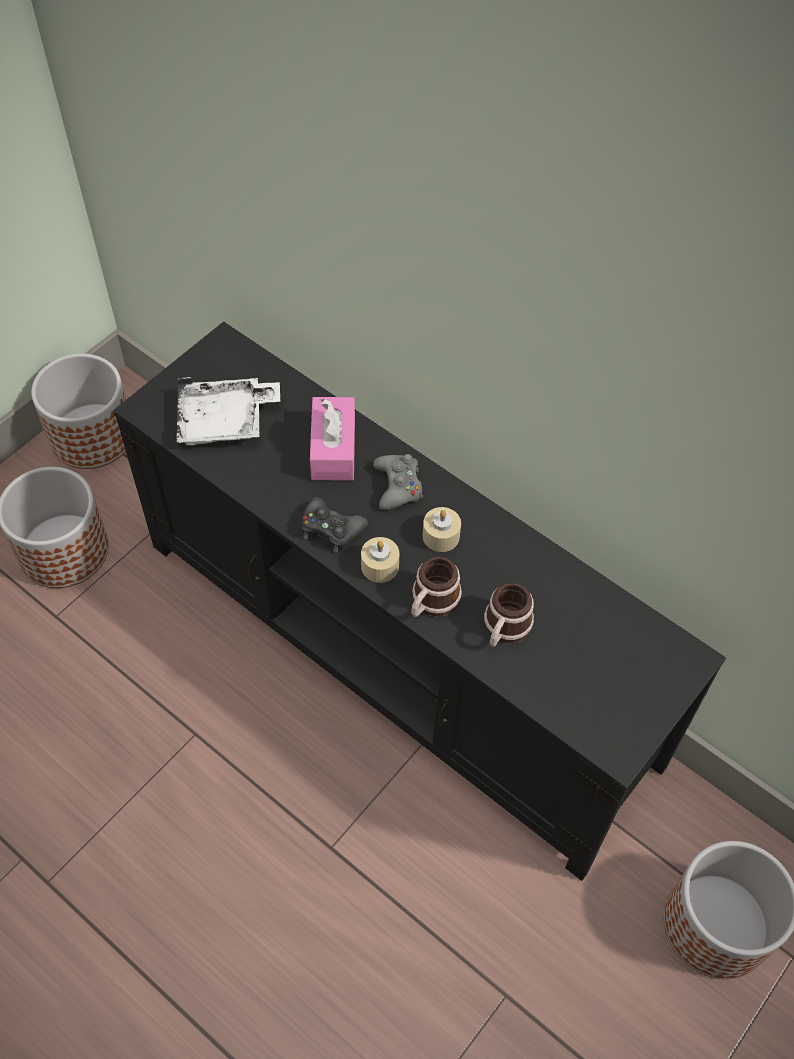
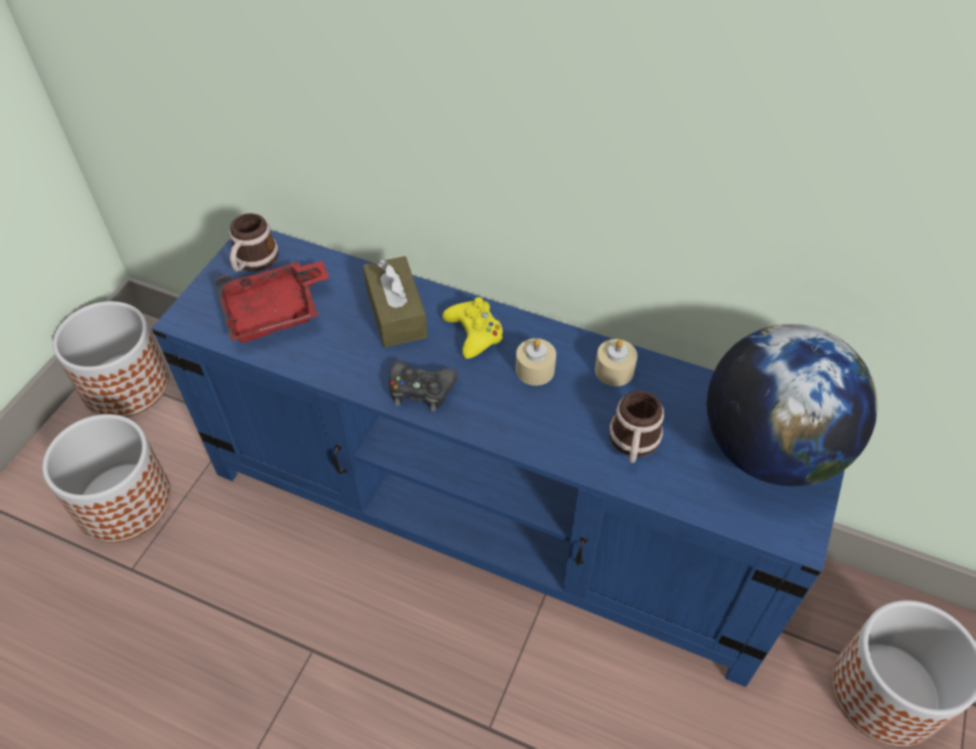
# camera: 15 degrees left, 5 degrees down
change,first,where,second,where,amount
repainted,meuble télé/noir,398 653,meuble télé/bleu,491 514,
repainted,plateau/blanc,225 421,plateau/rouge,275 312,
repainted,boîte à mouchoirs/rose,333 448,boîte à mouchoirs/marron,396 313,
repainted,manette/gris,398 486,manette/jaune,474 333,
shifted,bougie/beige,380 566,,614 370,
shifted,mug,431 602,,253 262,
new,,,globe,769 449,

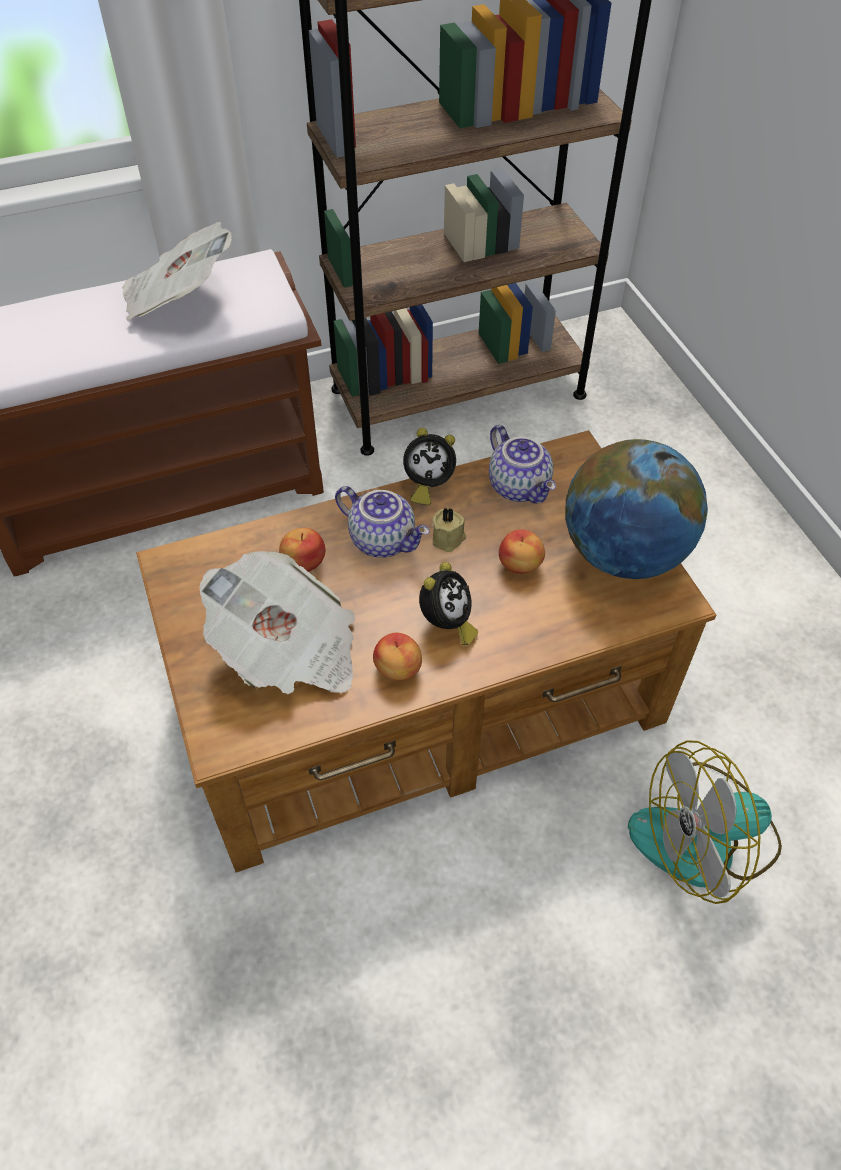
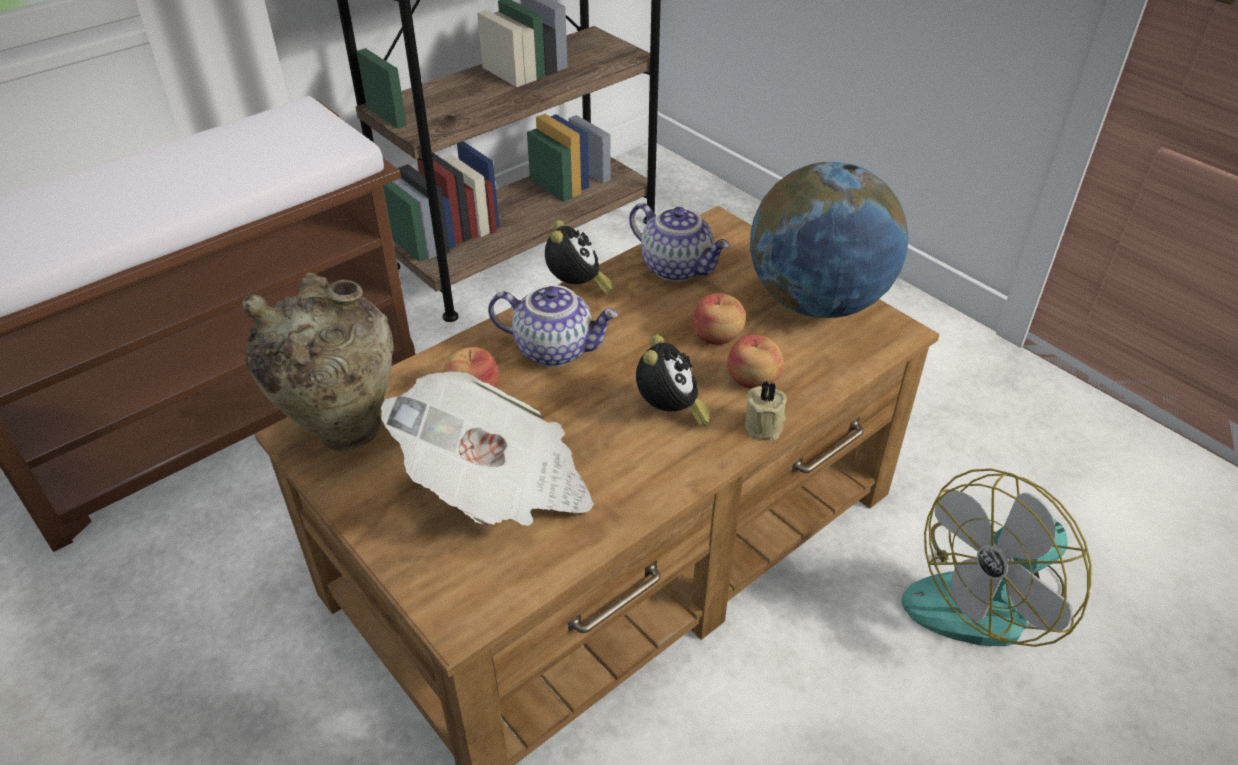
# camera: 20 degrees left, 10 degrees down
change,first,where,second,where,amount
gone,journal,178 299,,,
rotated,réveil,427 485,,577 288,75 degrees counterclockwise
shifted,bougie/beige,449 539,,765 425,
shifted,pomme,397 670,,753 381,
new,,,vase/beige,342 428,

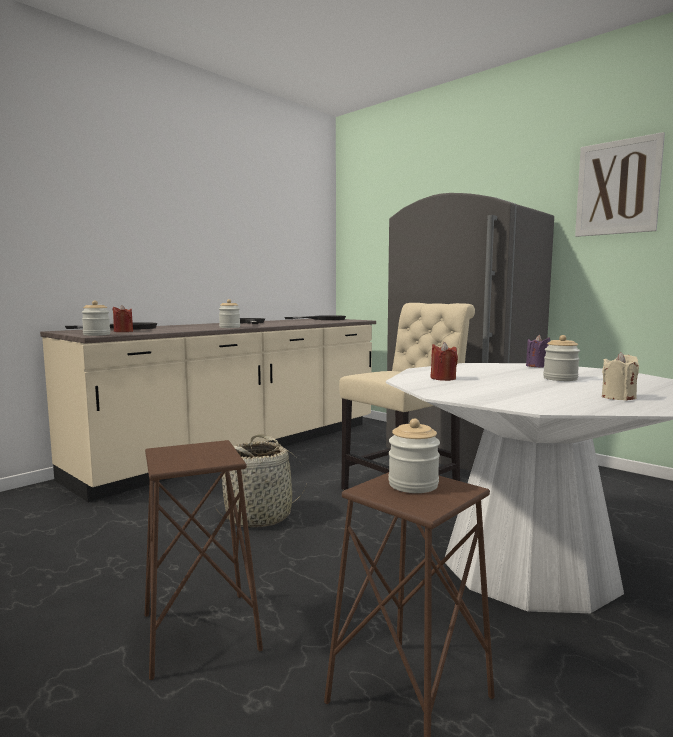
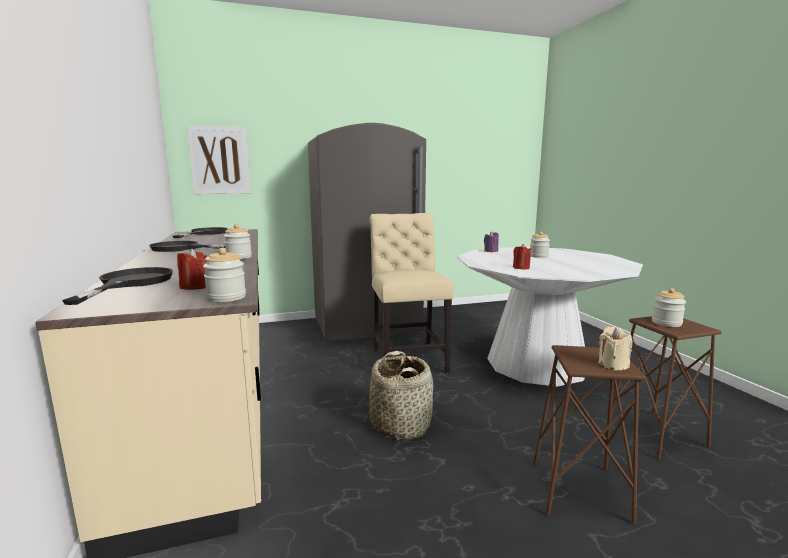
# camera: 60 degrees left, 5 degrees up
change,first,where,second,where,amount
shifted,tableau,617 187,,220 160,
shifted,bougie/beige,618 397,,612 365,

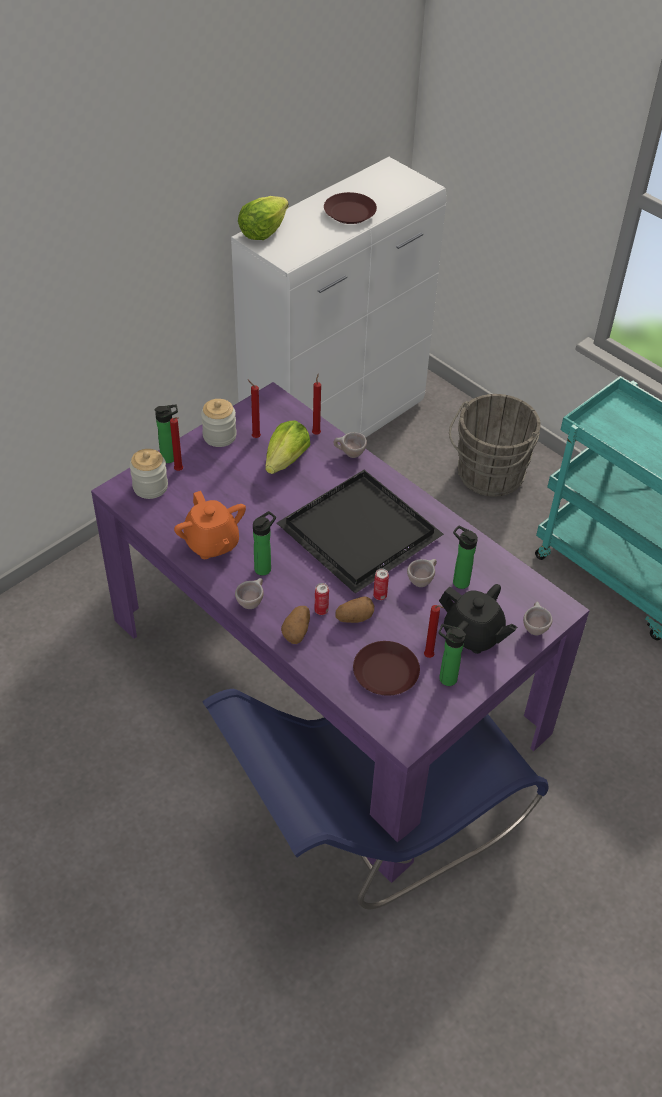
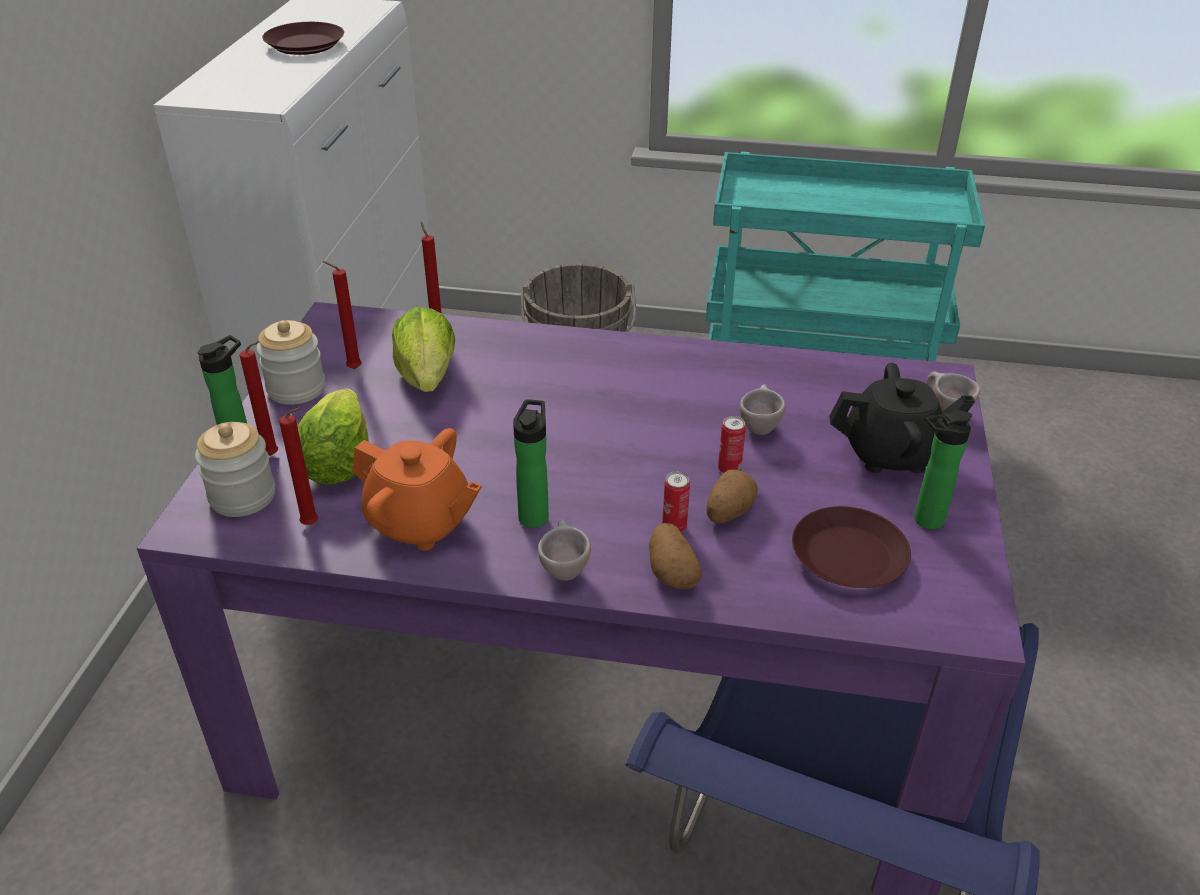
# camera: 35 degrees left, 10 degrees down
change,first,where,second,where,amount
shifted,laitue,262 232,,337 463,
gone,tasse/beige,349 454,,,
gone,plateau/noir,359 535,,,
gone,bouteille,458 581,,,
shifted,bougie/rouge,430 657,,313 525,

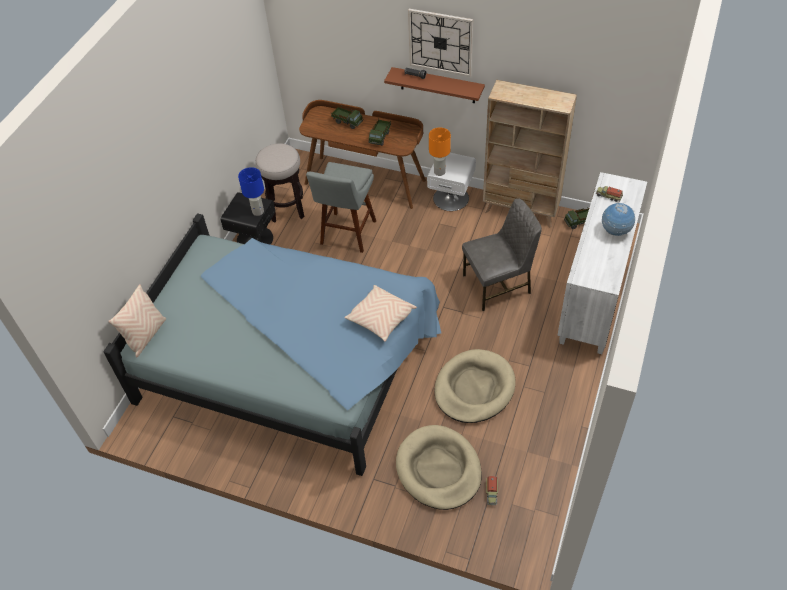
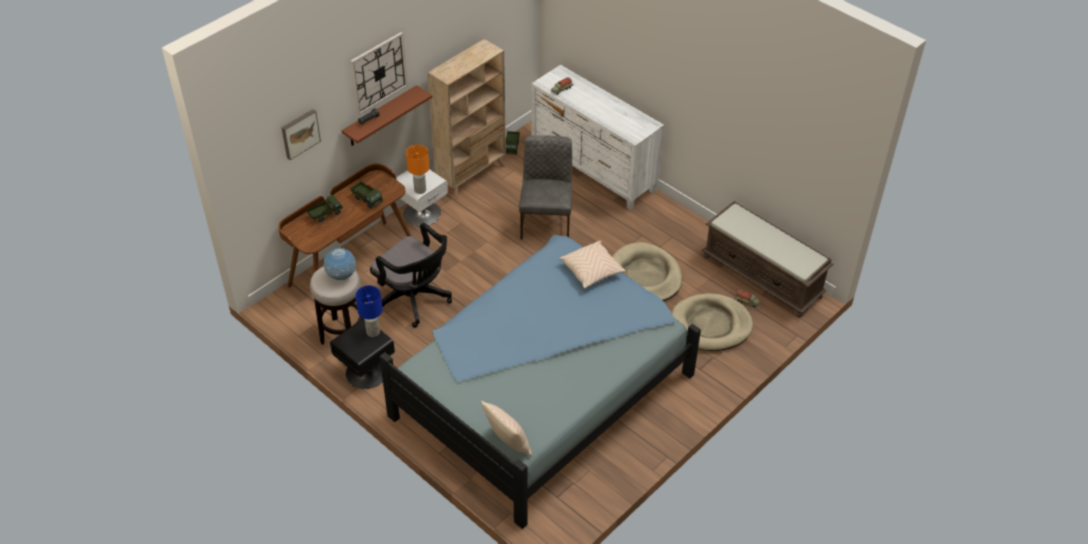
# camera: 70 degrees left, 5 degrees down
change,first,where,second,where,amount
swapped,tabouret/gris,347 235,chaise de bureau/noir,414 300,
shifted,globe,615 231,,341 276,
new,,,tableau,299 133,
new,,,banc/marron,763 276,

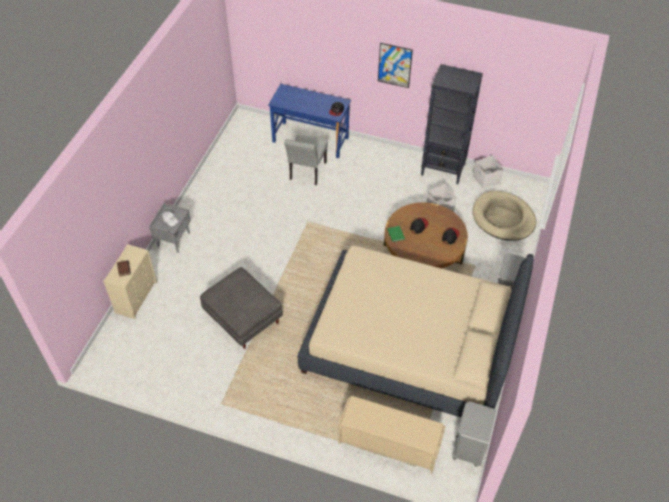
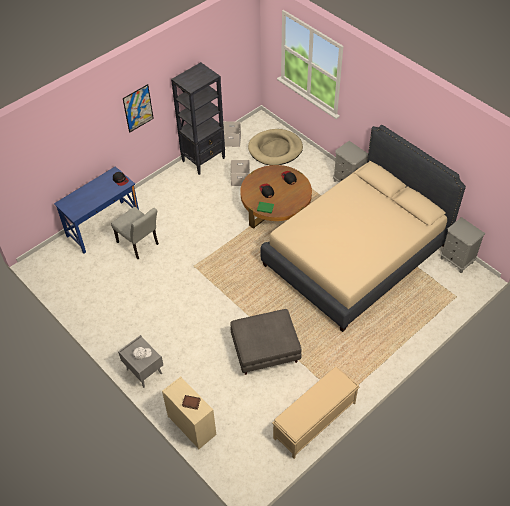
# camera: 60 degrees left, 0 degrees up
change,first,where,second,where,amount
shifted,banc/beige,388 443,,314 421,

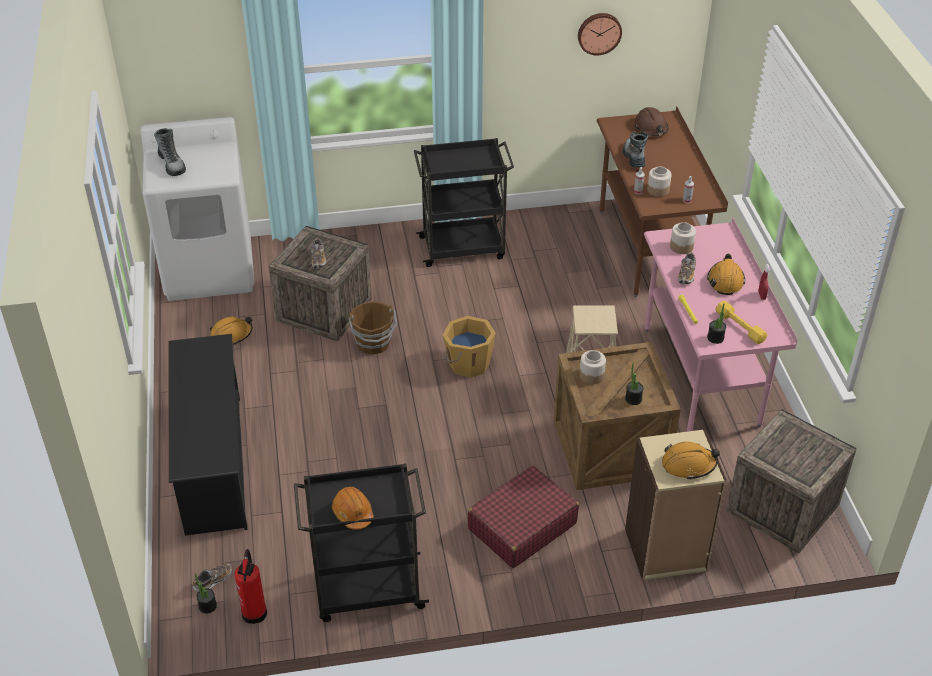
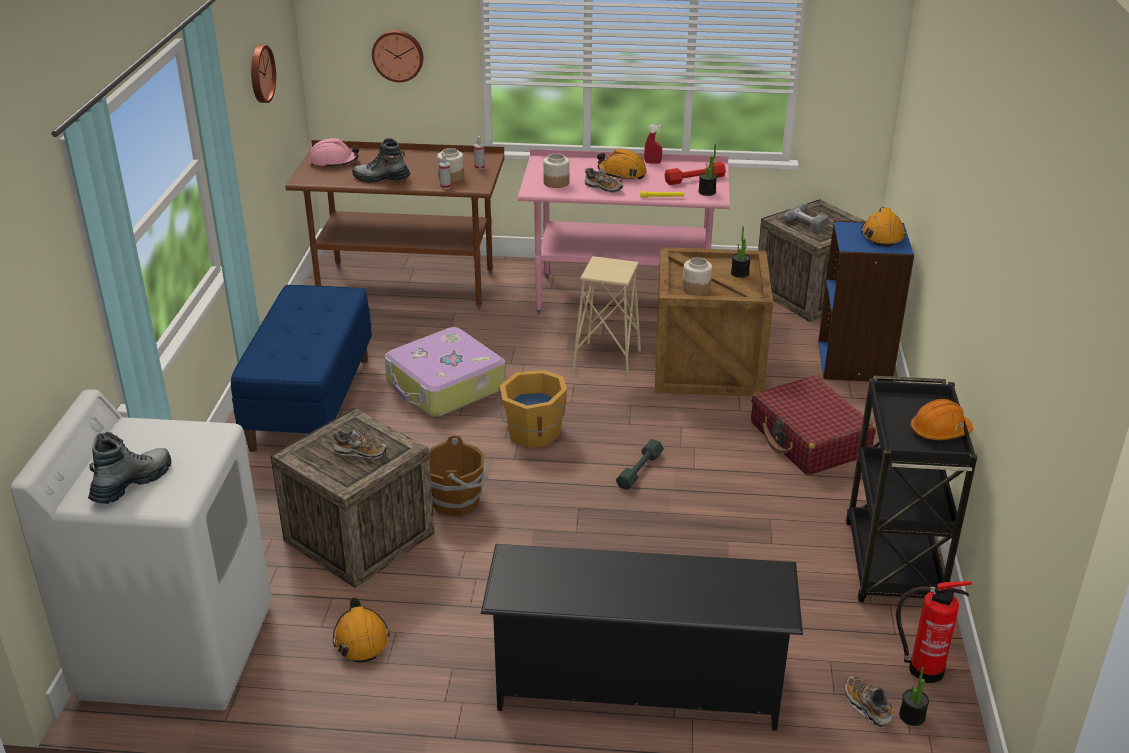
# camera: 75 degrees left, 10 degrees down
change,first,where,second,where,amount
repainted,casque de chantier/marron,651 128,casque de chantier/rose,334 162,
rotated,botte,172 164,,132 483,45 degrees counterclockwise
swapped,chariot/noir,463 247,banc/bleu,310 402,
repainted,haltère/jaune,740 326,haltère/rouge,694 179,
repainted,bibliothèque/beige,666 550,bibliothèque/bleu,855 362,
new,,,horloge murale,398 55,
new,,,perceuse,808 221,
new,,,valise,445 386,
new,,,haltère/gris,640 470,

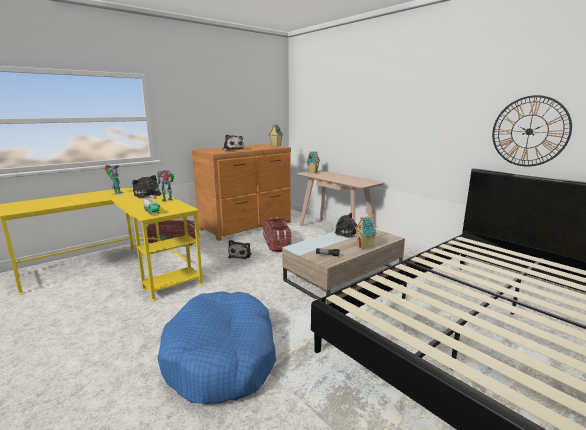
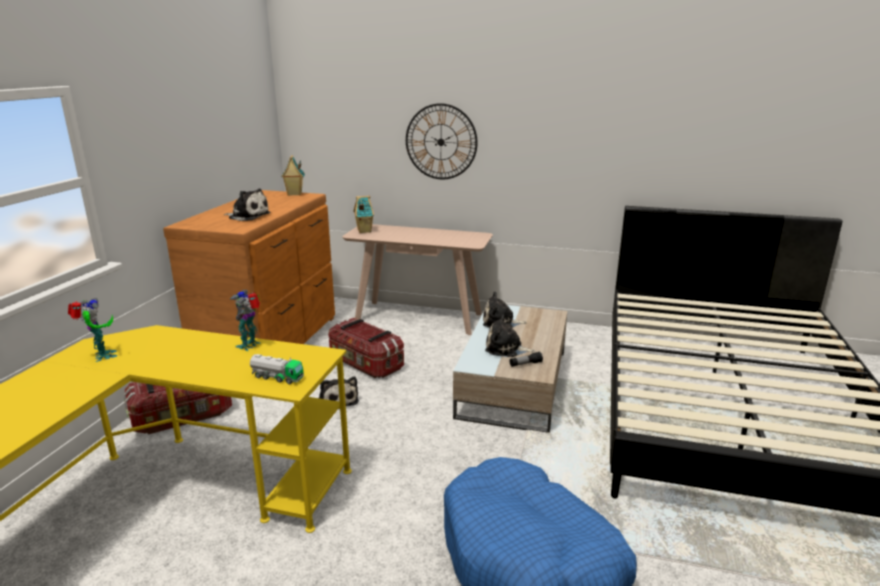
# camera: 35 degrees left, 5 degrees up
change,first,where,second,where,amount
shifted,horloge murale,529 131,,441 142,
shifted,peluche,148 195,,506 349,
gone,maison miniature,365 246,,,

